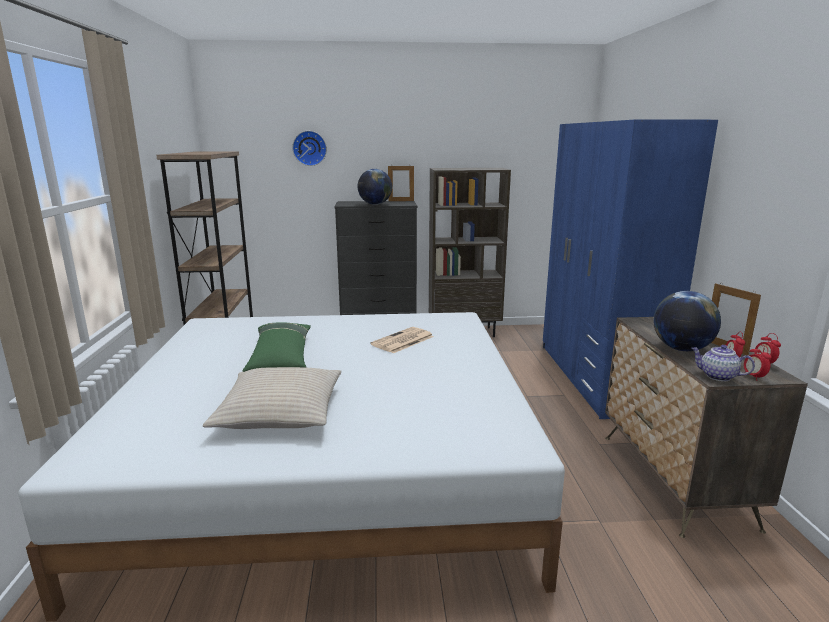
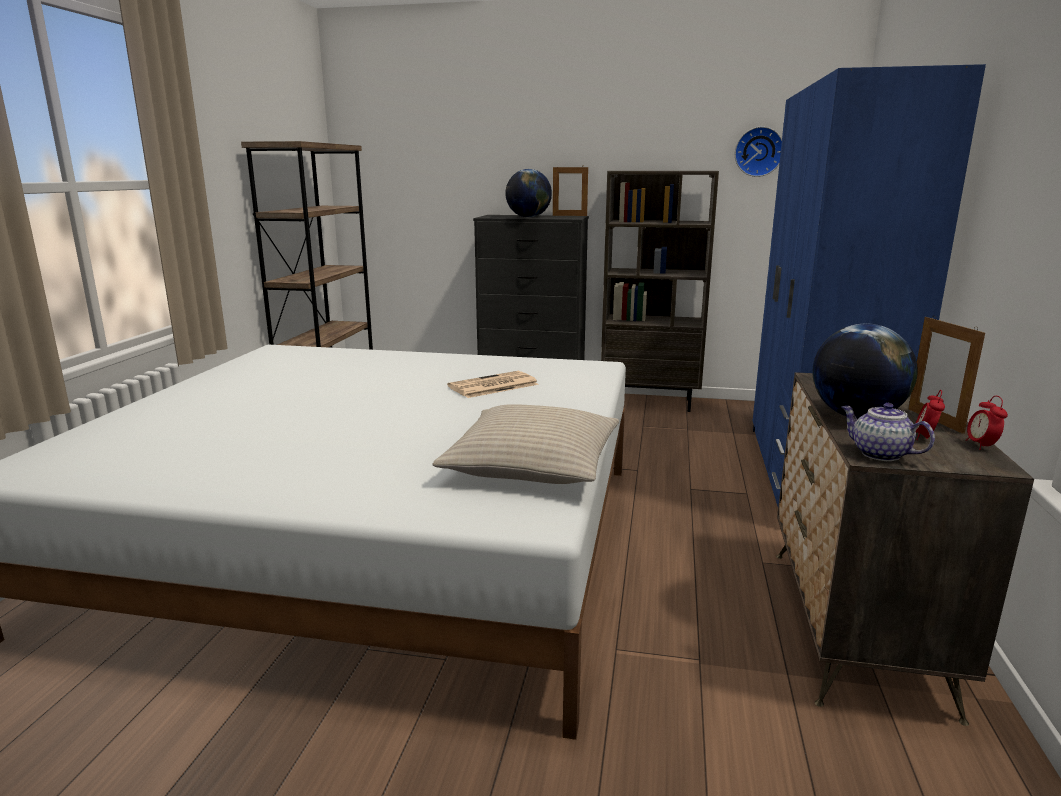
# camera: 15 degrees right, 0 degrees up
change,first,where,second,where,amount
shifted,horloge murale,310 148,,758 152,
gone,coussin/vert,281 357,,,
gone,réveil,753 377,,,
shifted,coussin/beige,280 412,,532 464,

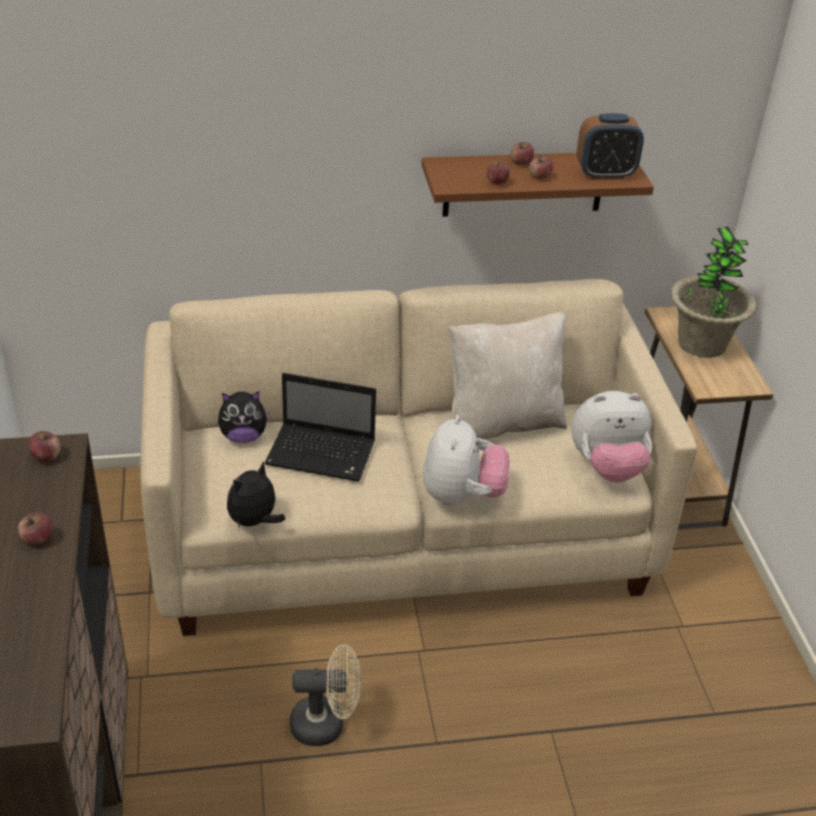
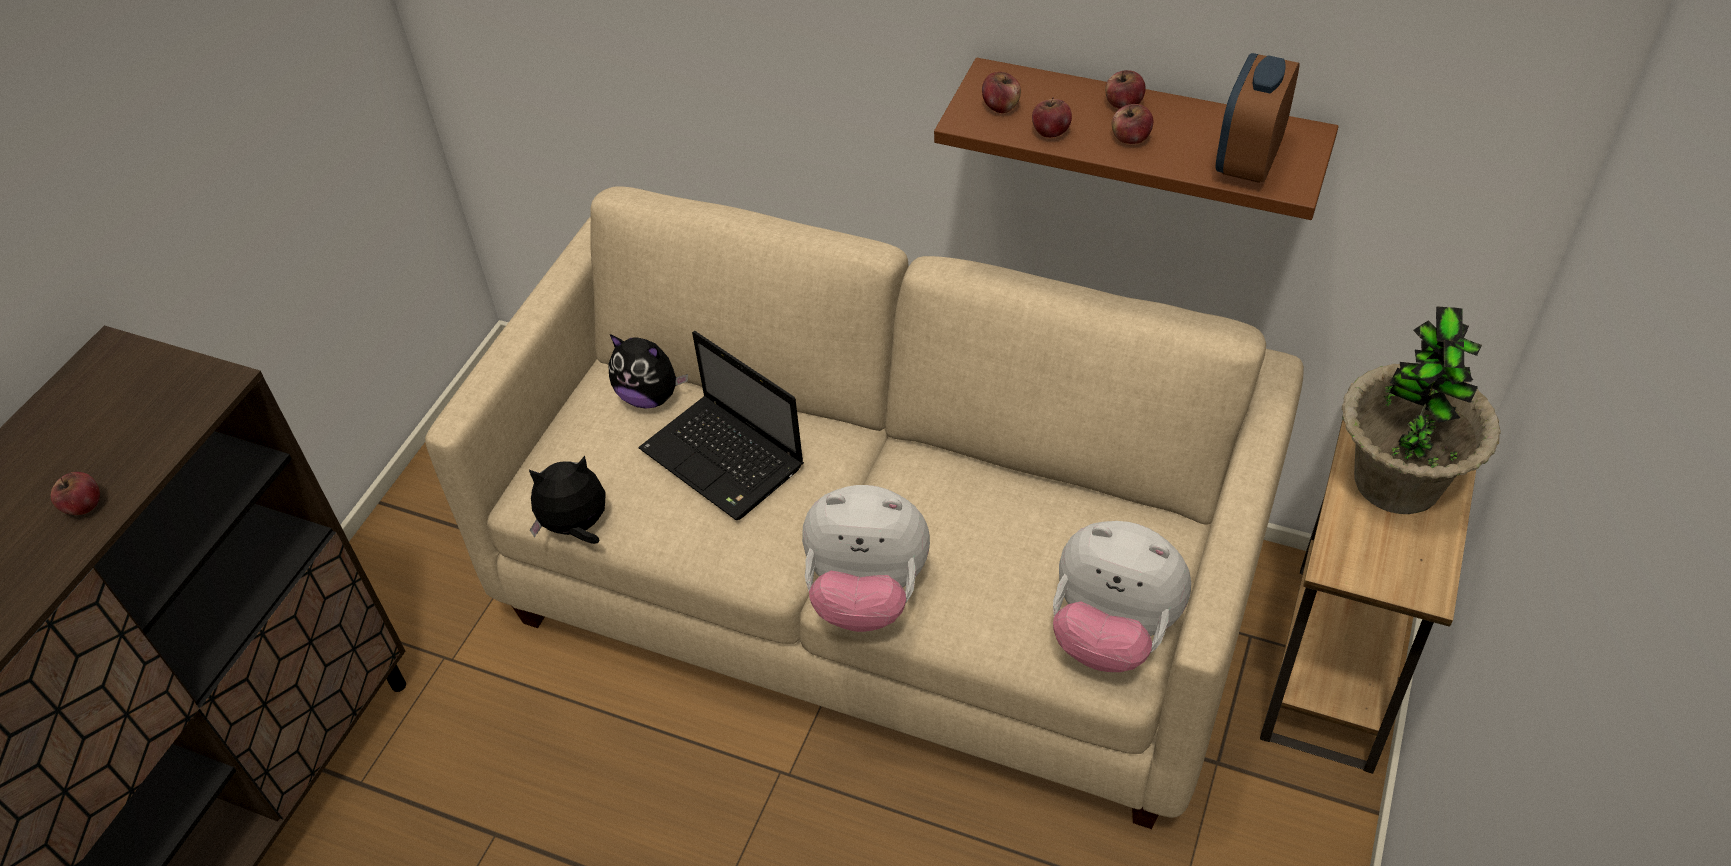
# camera: 35 degrees right, 10 degrees up
change,first,where,second,where,amount
rotated,réveil,605 174,,1248 161,90 degrees clockwise
gone,coussin/beige,502 422,,,
rotated,peluche,461 495,,866 594,60 degrees clockwise
shifted,pomme,47 456,,1001 106,
gone,ventilateur/beige,326 724,,,

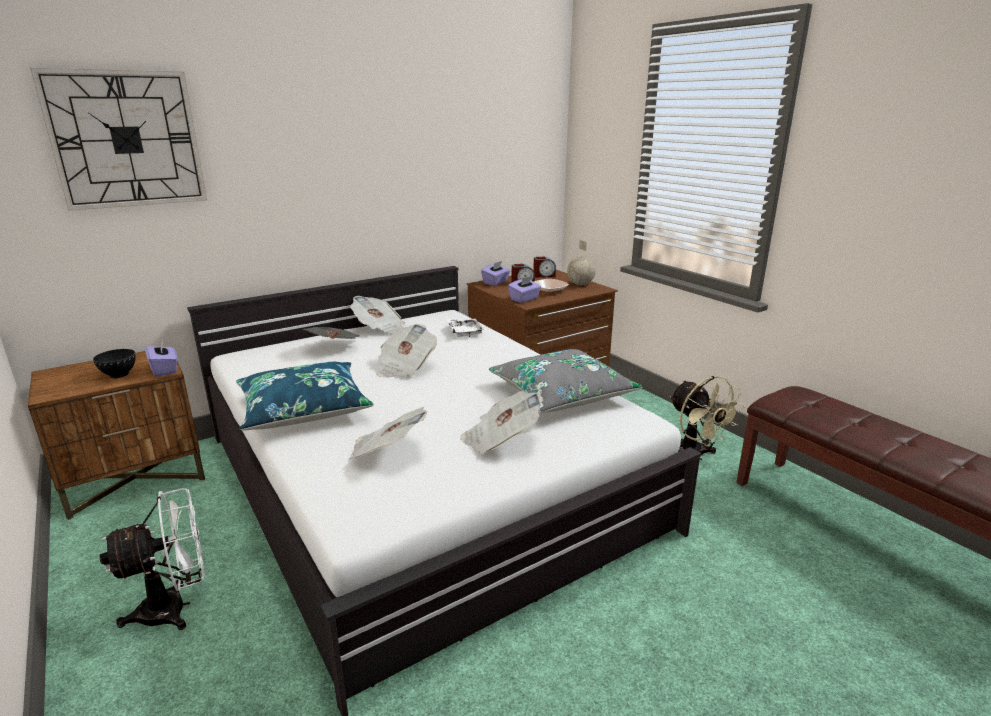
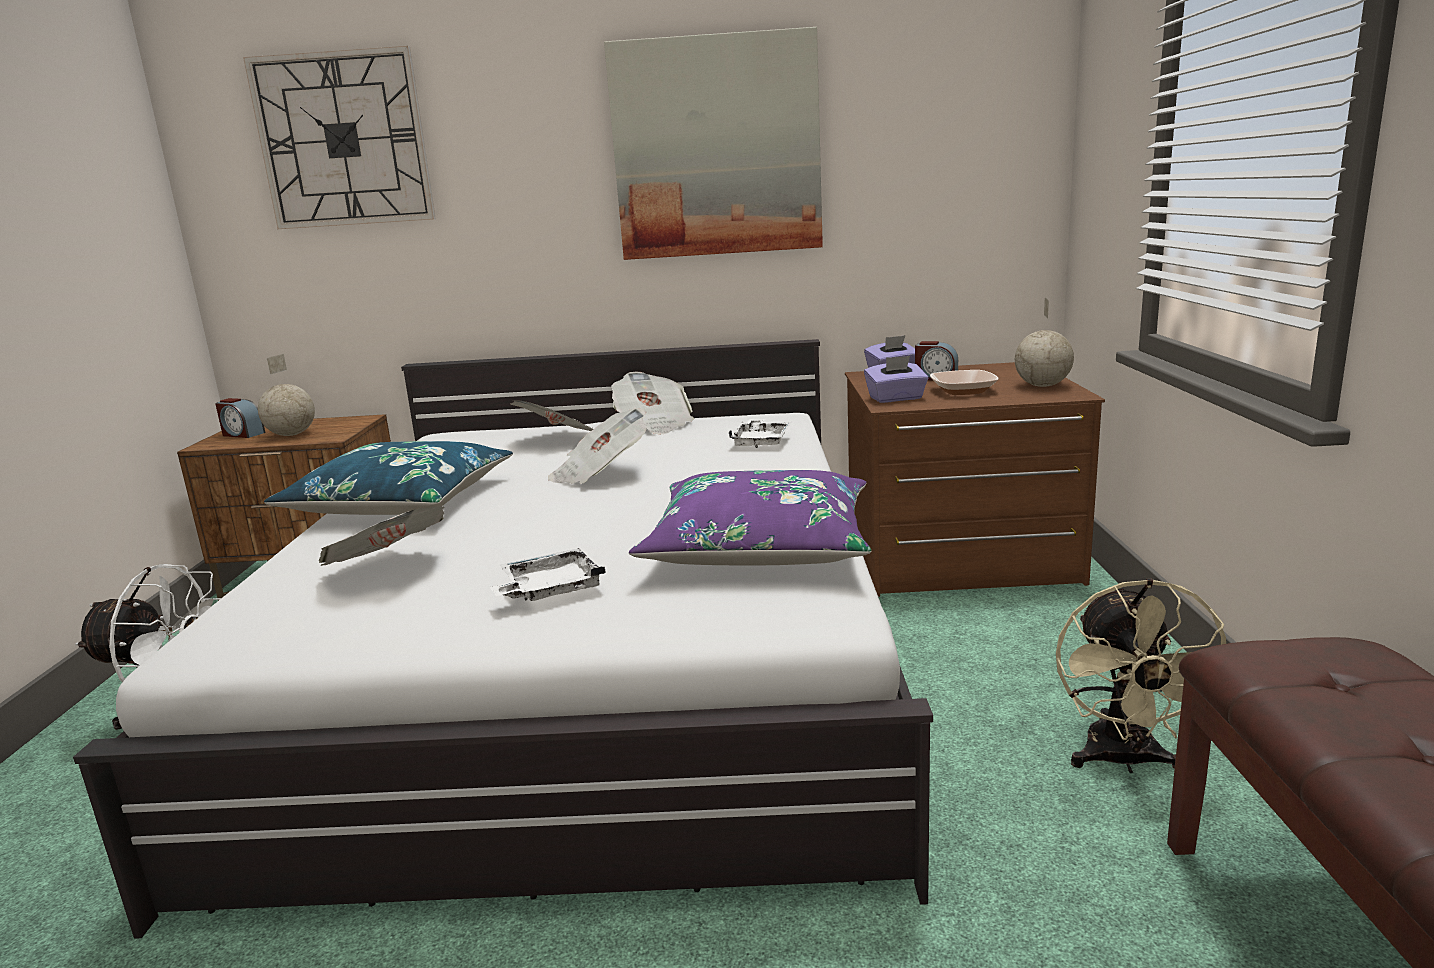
# camera: 35 degrees right, 5 degrees down
change,first,where,second,where,amount
shifted,réveil,544 275,,242 434,
gone,boîte à mouchoirs/violet,165 369,,,
swapped,bol/noir,119 374,globe,292 435,
repainted,coussin/gris,561 393,coussin/violet,759 546,
swapped,journal,500 440,plateau/blanc,549 590,
new,,,tableau,716 148,

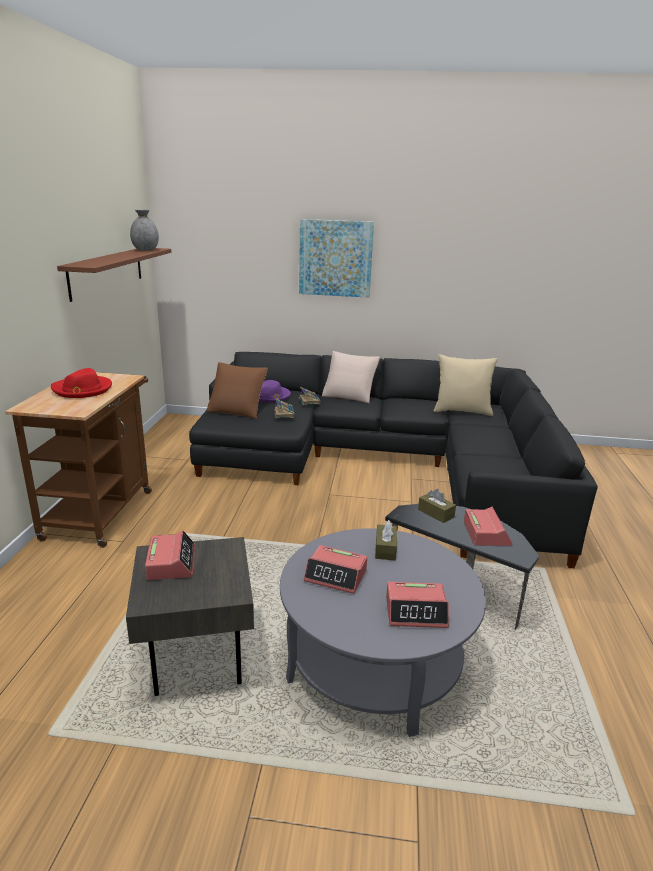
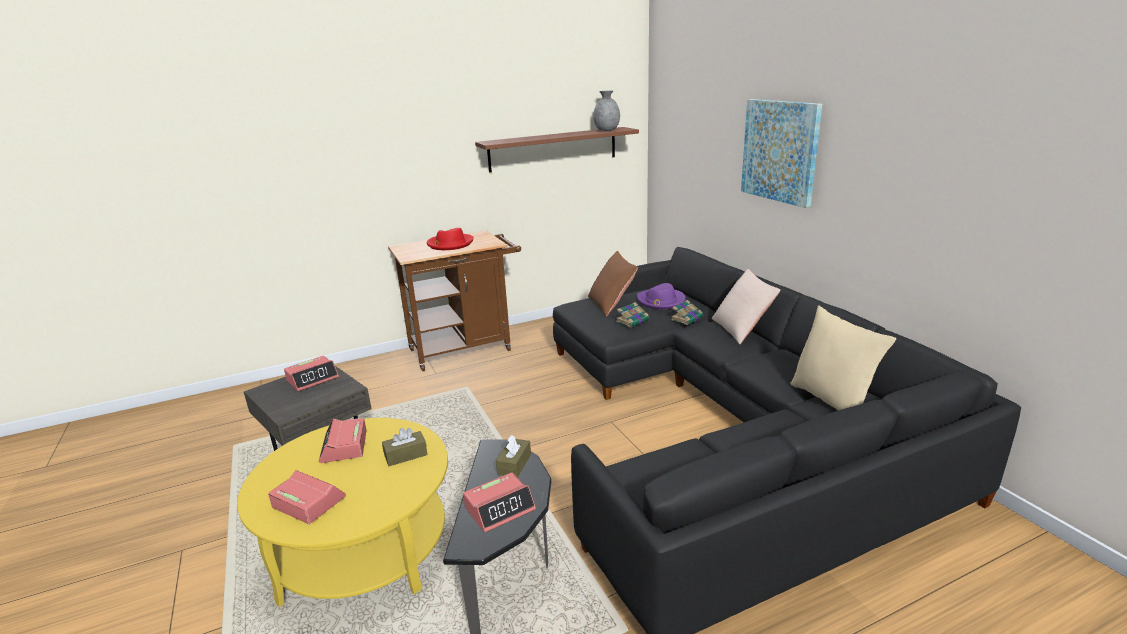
# camera: 60 degrees right, 0 degrees up
change,first,where,second,where,amount
repainted,table basse/gris,375 661,table basse/jaune,364 548,
rotated,réveil,416 612,,308 502,150 degrees clockwise

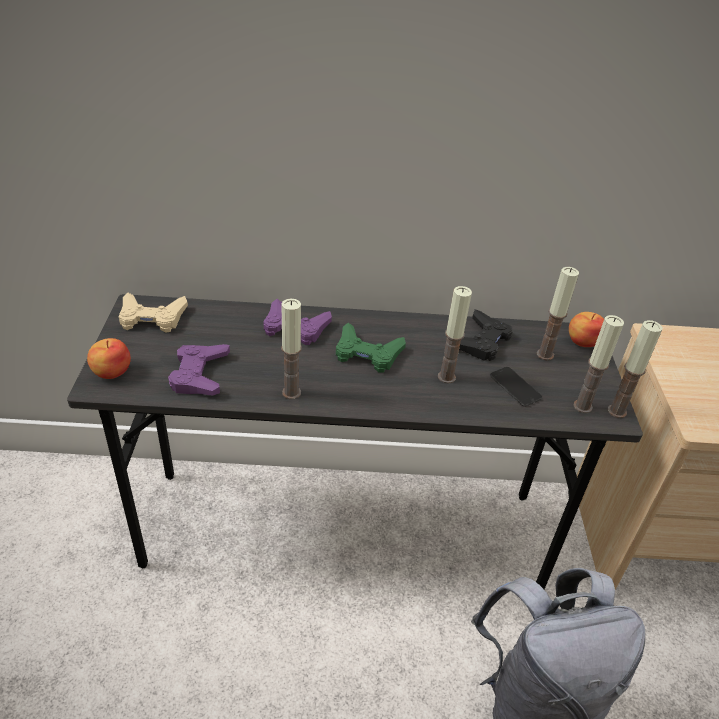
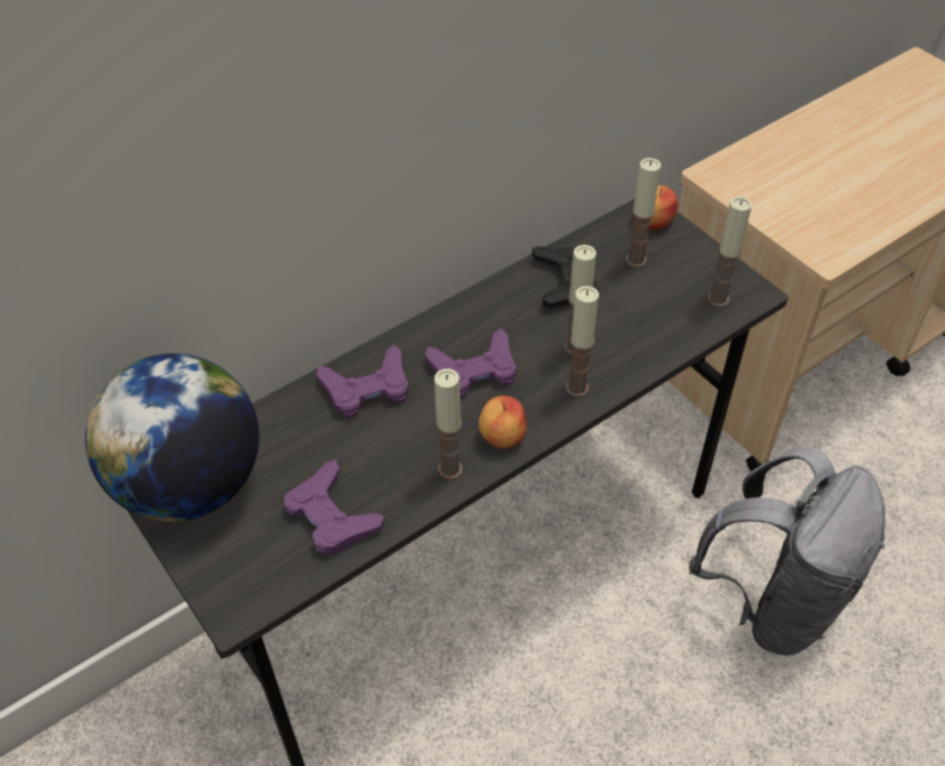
# camera: 35 degrees left, 10 degrees up
change,first,where,second,where,amount
swapped,manette/beige,152 318,globe,191 485,
shifted,bougie,617 411,,577 388,
repainted,manette/vert,367 353,manette/violet,474 371,
shifted,pomme,111 371,,501 436,
gone,téléphone,515 387,,,

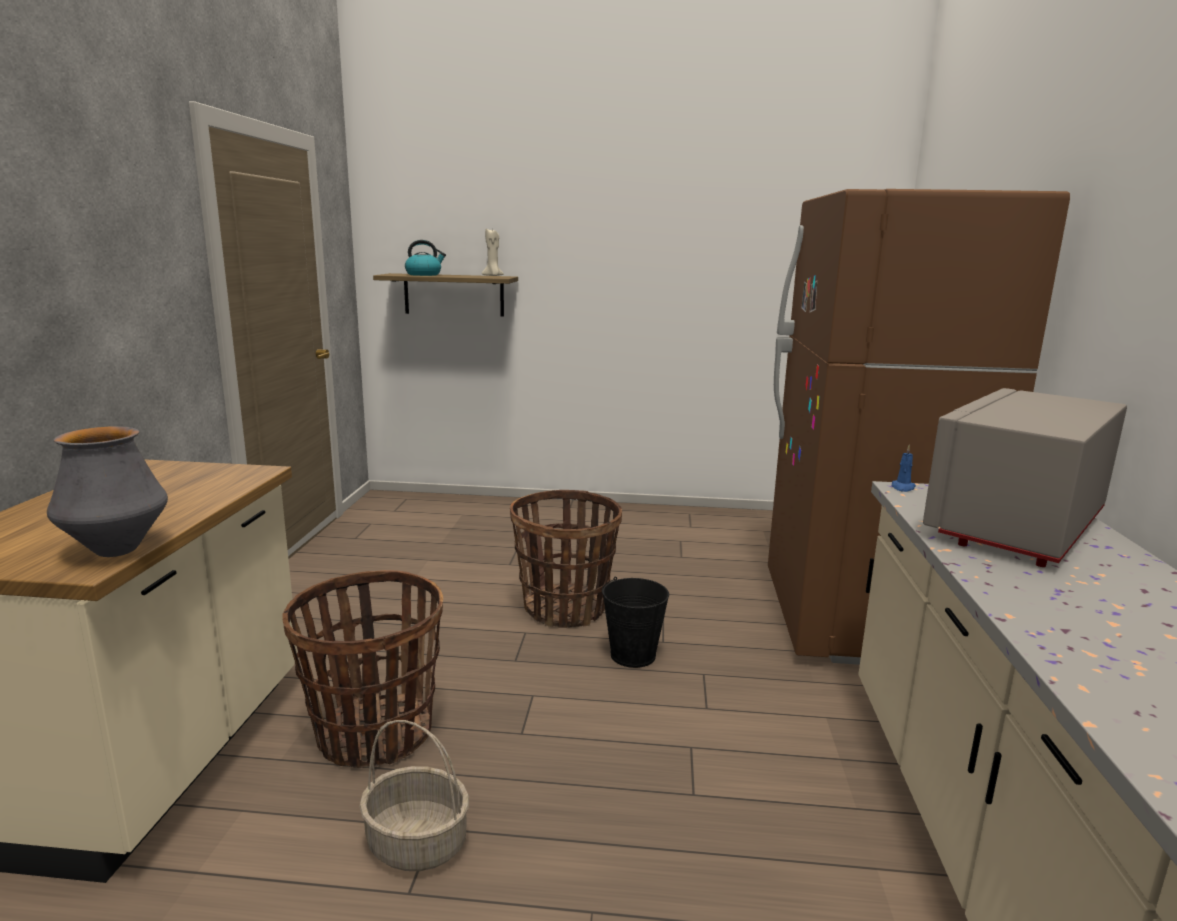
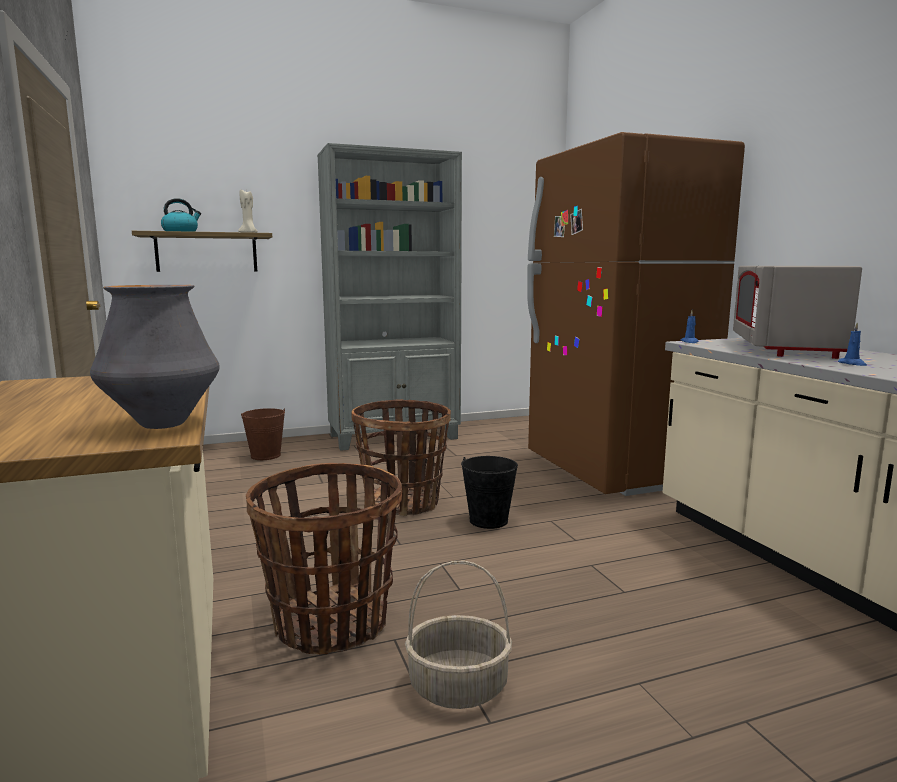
# camera: 25 degrees left, 5 degrees down
change,first,where,second,where,amount
new,,,bibliothèque/gris,395 437,
new,,,bougie/bleu,852 364,
new,,,seau/marron,265 455,

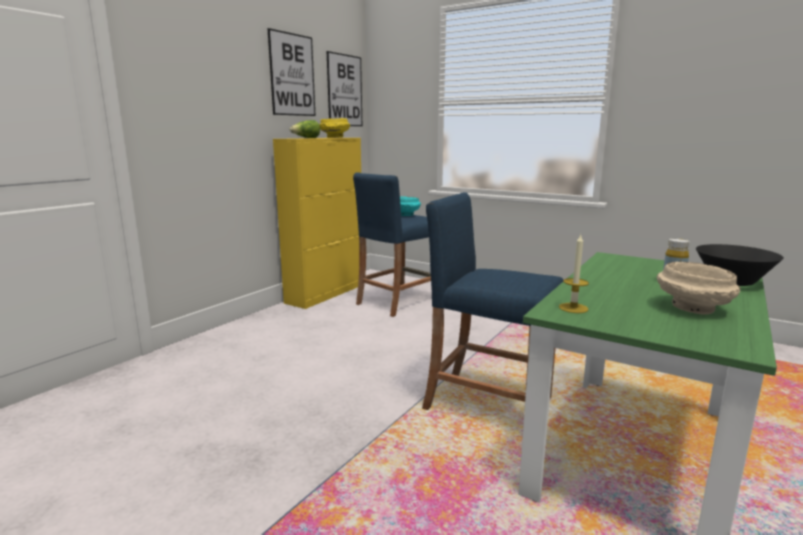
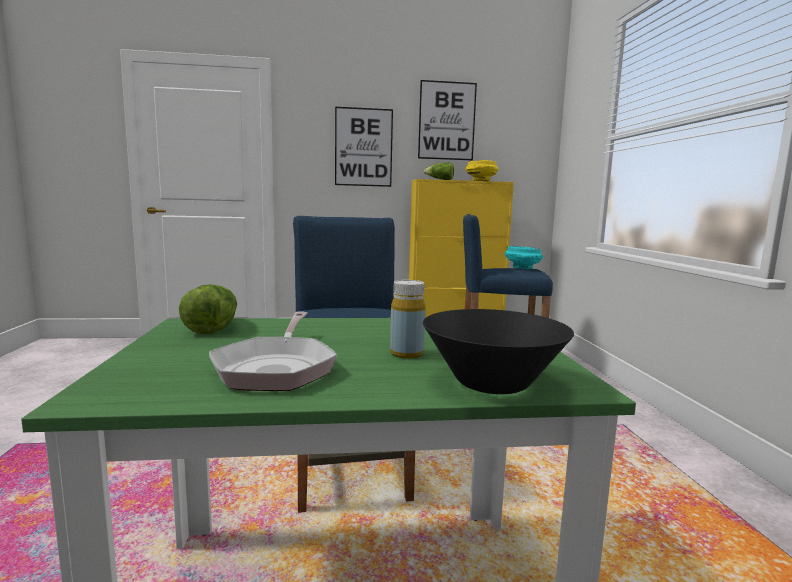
# camera: 50 degrees right, 5 degrees down
change,first,where,second,where,amount
shifted,tableau,344 90,,363 147,
swapped,bougie,573 308,laitue,211 327,
swapped,bol/beige,692 308,poêle,277 368,

